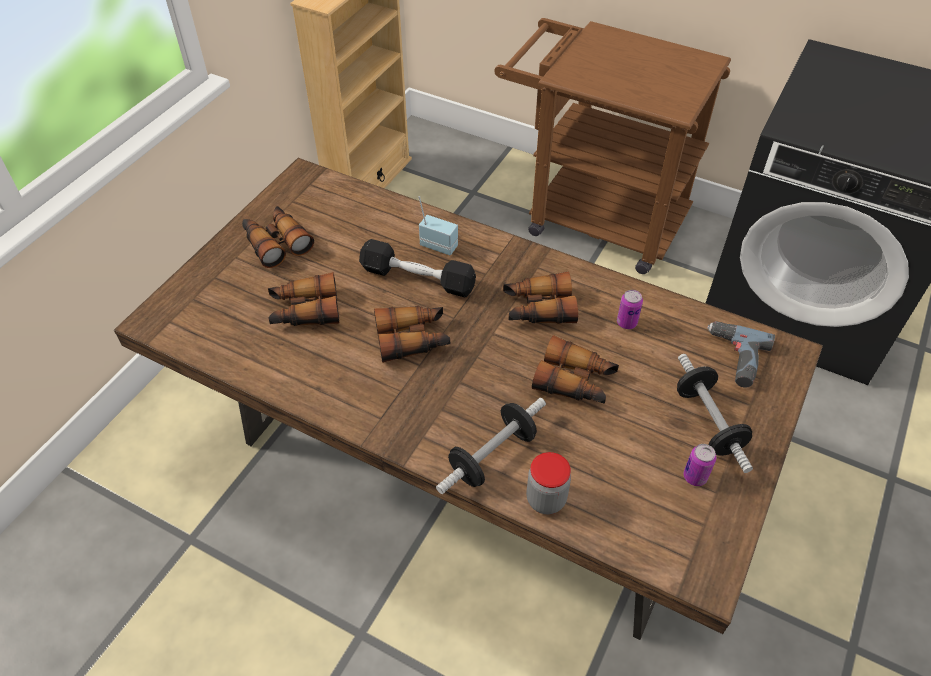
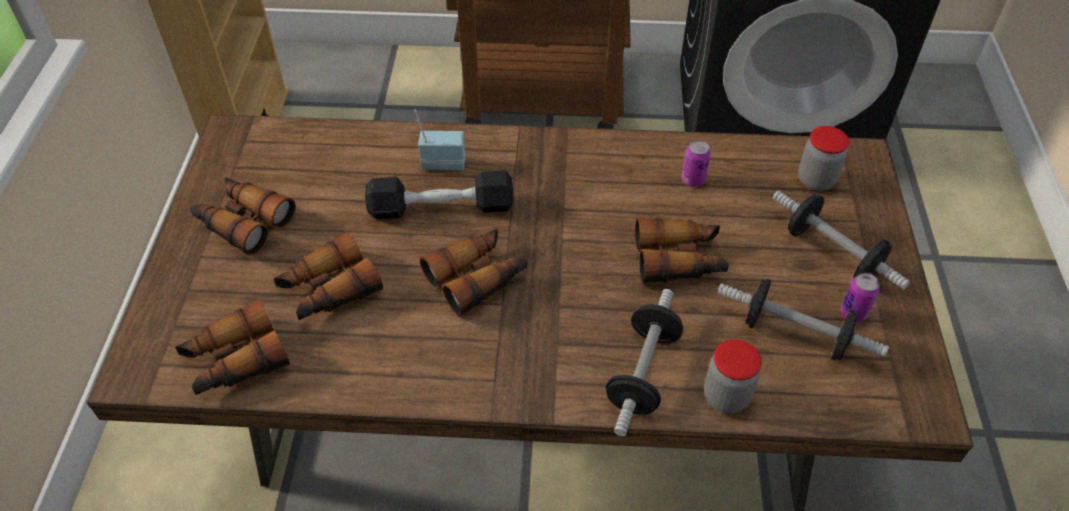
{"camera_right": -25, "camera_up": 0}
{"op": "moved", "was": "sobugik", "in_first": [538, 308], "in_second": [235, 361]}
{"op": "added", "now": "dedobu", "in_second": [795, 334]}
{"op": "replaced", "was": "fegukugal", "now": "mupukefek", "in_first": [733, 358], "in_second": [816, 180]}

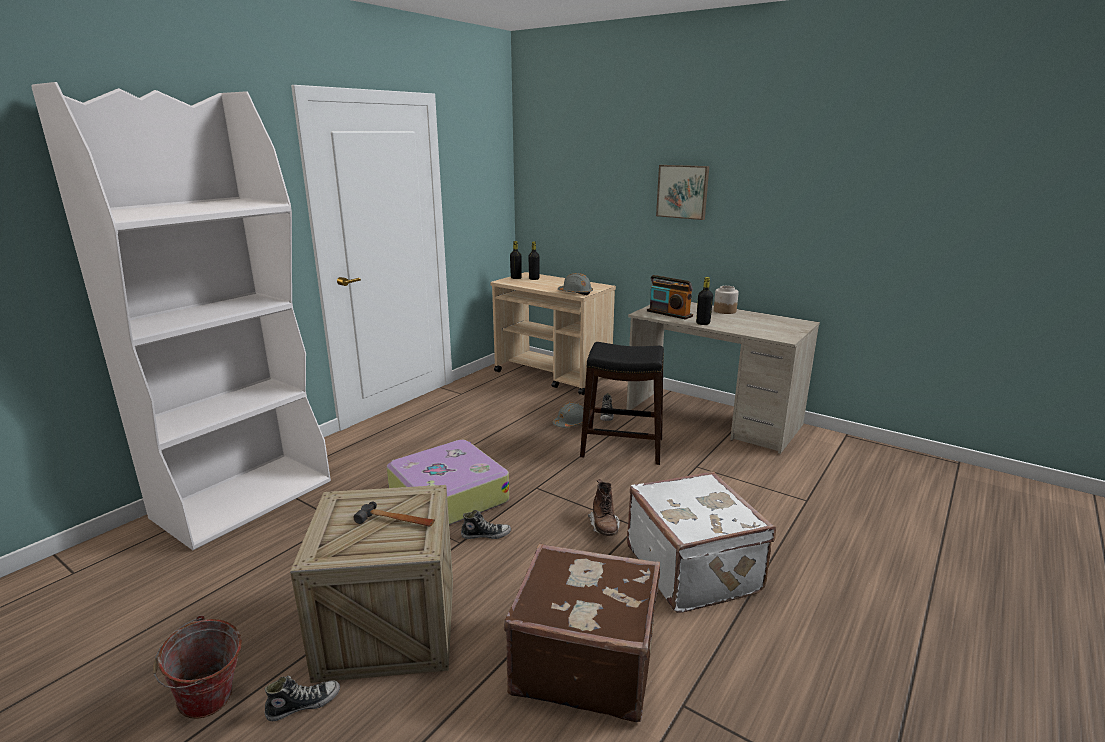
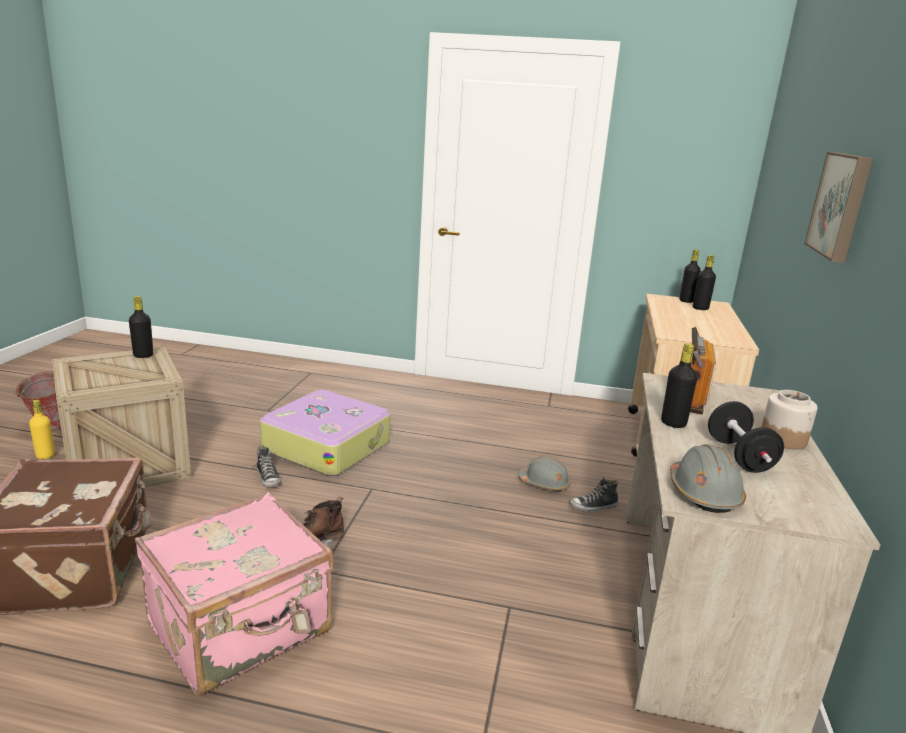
{"camera_right": 65, "camera_up": 0}
{"op": "replaced", "was": "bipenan", "now": "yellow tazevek", "in_first": [304, 704], "in_second": [45, 455]}
{"op": "added", "now": "black tazevek", "in_second": [143, 355]}
{"op": "recoloured", "was": "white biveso", "now": "pink biveso", "in_first": [694, 568], "in_second": [242, 629]}
{"op": "moved", "was": "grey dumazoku", "in_first": [575, 293], "in_second": [703, 493]}
{"op": "added", "now": "black dedobu", "in_second": [739, 456]}
{"op": "removed", "was": "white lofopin", "in_first": [245, 498]}
{"op": "removed", "was": "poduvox", "in_first": [396, 522]}
{"op": "removed", "was": "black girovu", "in_first": [622, 448]}

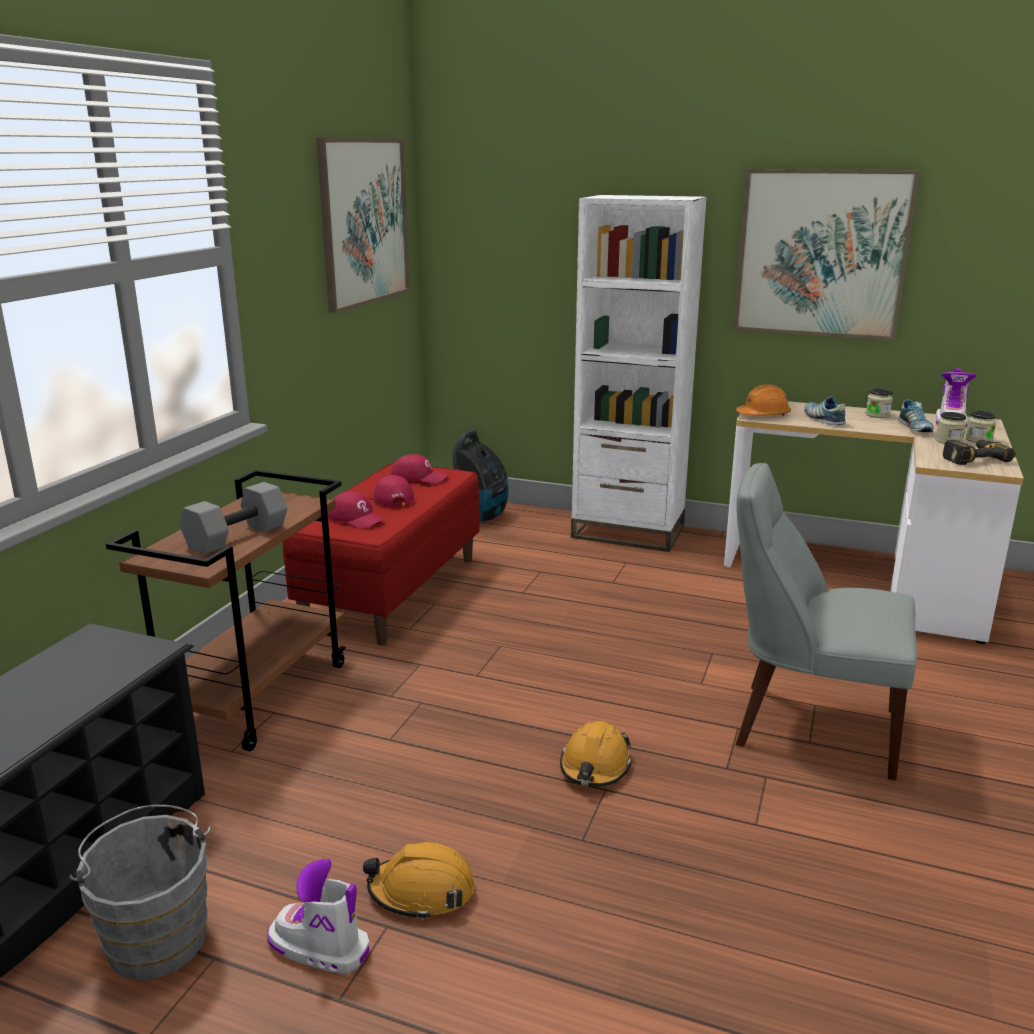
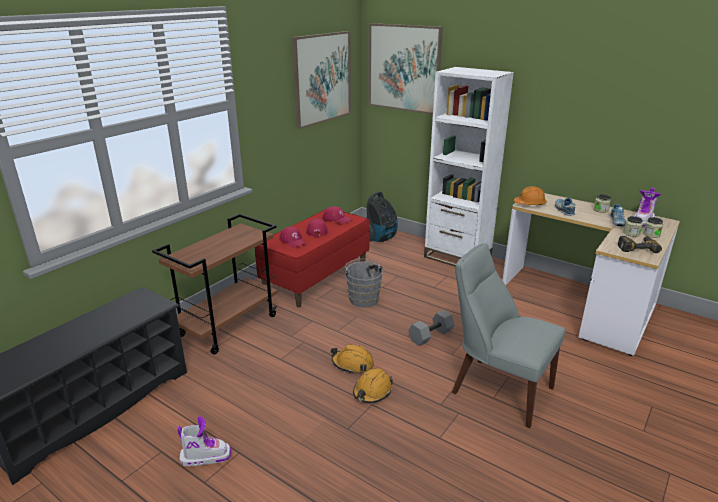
{"camera_right": 15, "camera_up": 5}
{"op": "turned", "was": "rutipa", "in_first": [319, 948], "in_second": [205, 456], "clockwise": 135}
{"op": "moved", "was": "orange dumazoku", "in_first": [422, 891], "in_second": [352, 364]}
{"op": "moved", "was": "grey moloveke", "in_first": [157, 935], "in_second": [363, 298]}
{"op": "moved", "was": "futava", "in_first": [821, 254], "in_second": [404, 68]}
{"op": "moved", "was": "grey dedobu", "in_first": [237, 536], "in_second": [431, 335]}

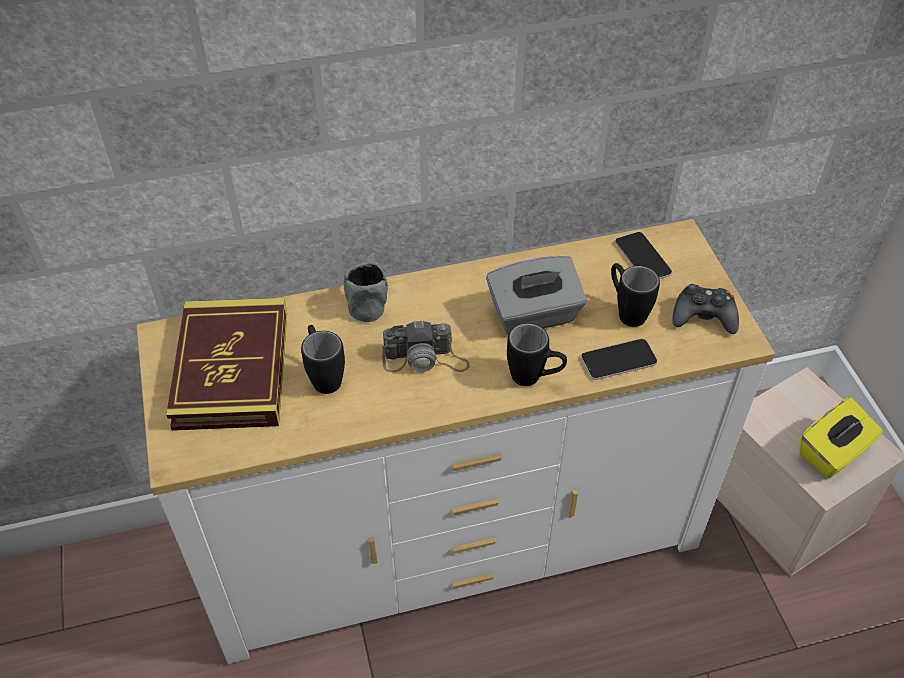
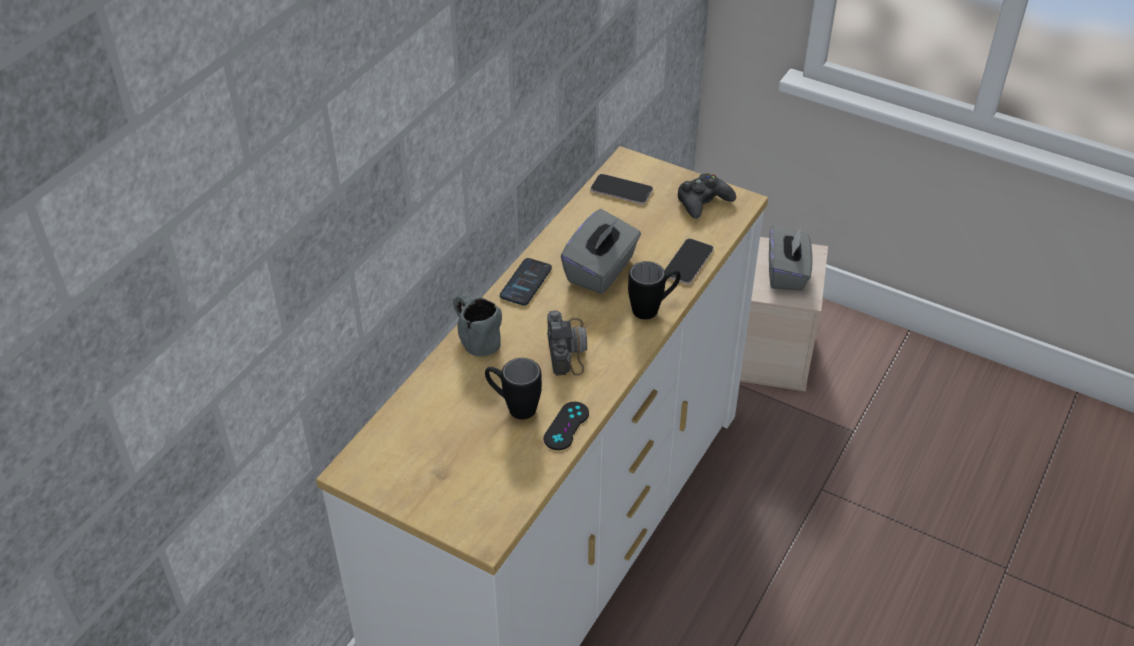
{"camera_right": -45, "camera_up": -5}
{"op": "added", "now": "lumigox", "in_second": [526, 282]}
{"op": "added", "now": "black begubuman", "in_second": [566, 426]}
{"op": "turned", "was": "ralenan", "in_first": [425, 359], "in_second": [568, 347], "clockwise": -45}
{"op": "recoloured", "was": "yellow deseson", "now": "grey deseson", "in_first": [833, 453], "in_second": [787, 273]}
{"op": "removed", "was": "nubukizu", "in_first": [232, 369]}
{"op": "removed", "was": "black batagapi", "in_first": [626, 311]}

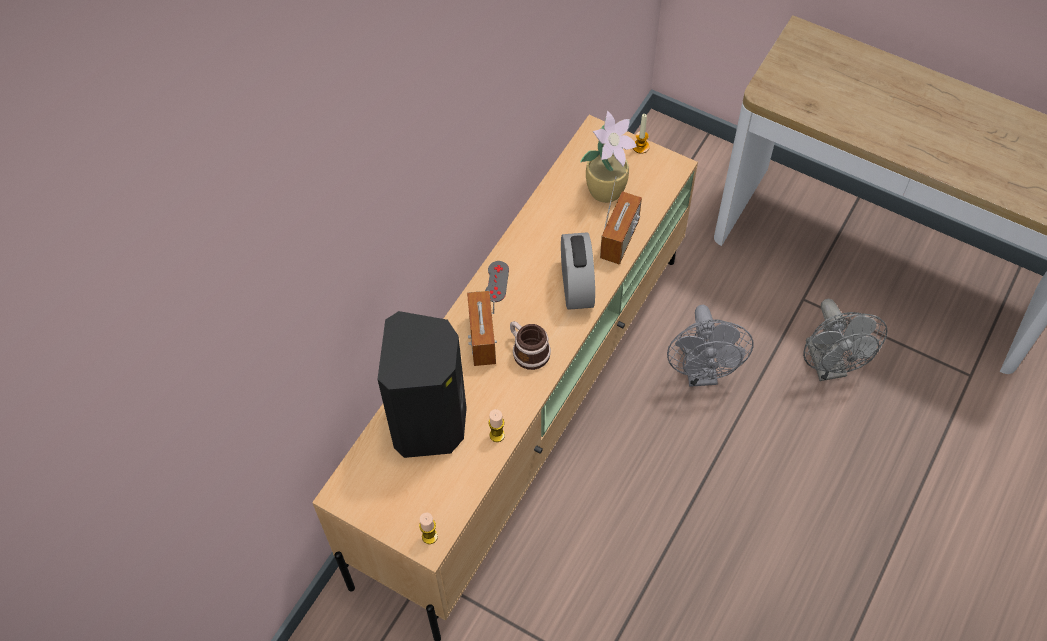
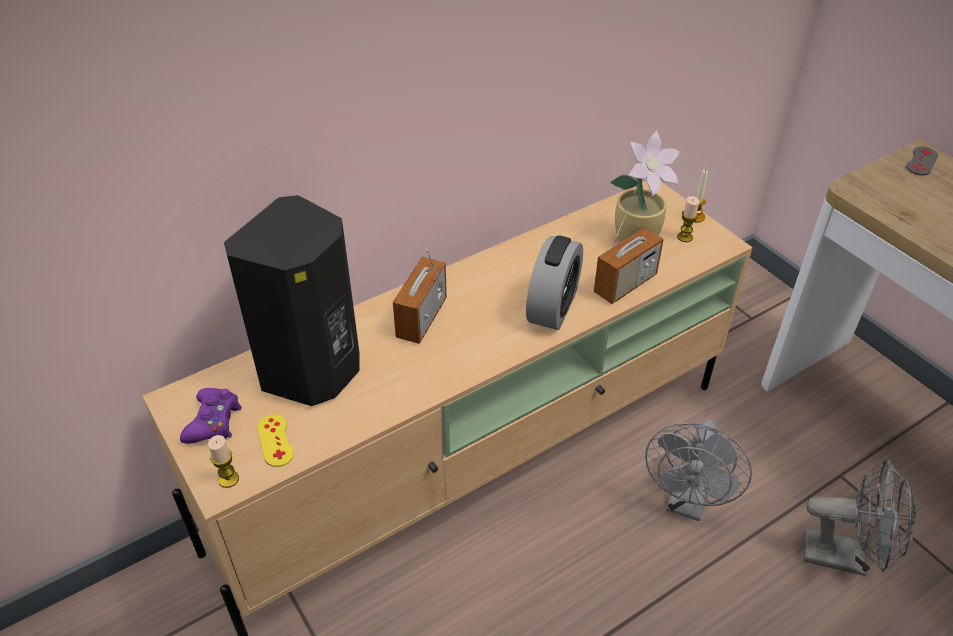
{"camera_right": 25, "camera_up": -15}
{"op": "added", "now": "purple begubuman", "in_second": [213, 422]}
{"op": "added", "now": "yellow begubuman", "in_second": [275, 440]}
{"op": "moved", "was": "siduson", "in_first": [497, 435], "in_second": [685, 237]}
{"op": "turned", "was": "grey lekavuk", "in_first": [829, 366], "in_second": [844, 556], "clockwise": -90}
{"op": "moved", "was": "grey begubuman", "in_first": [496, 281], "in_second": [921, 161]}
{"op": "removed", "was": "batagapi", "in_first": [527, 350]}

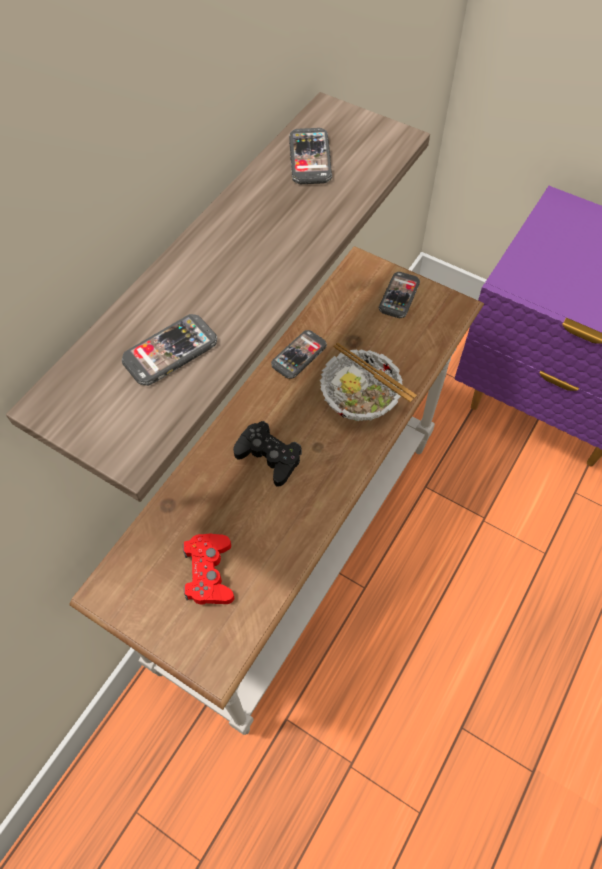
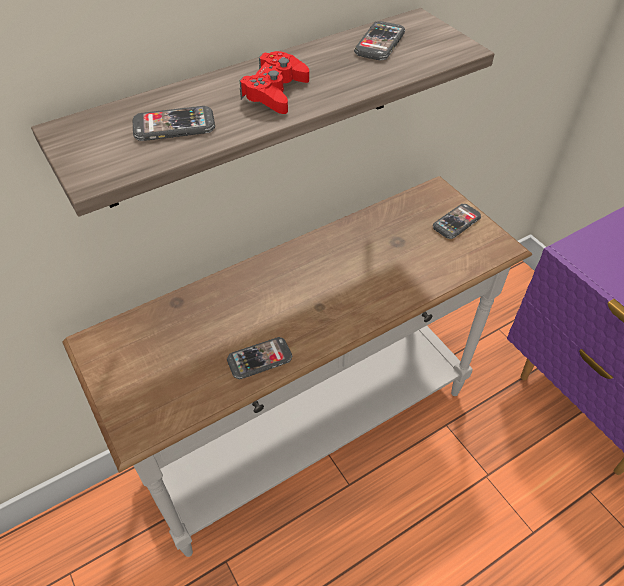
{"camera_right": 25, "camera_up": -10}
{"op": "moved", "was": "lumigox", "in_first": [299, 355], "in_second": [259, 359]}
{"op": "moved", "was": "red begubuman", "in_first": [209, 573], "in_second": [275, 92]}
{"op": "removed", "was": "black begubuman", "in_first": [269, 457]}
{"op": "removed", "was": "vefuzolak", "in_first": [360, 400]}

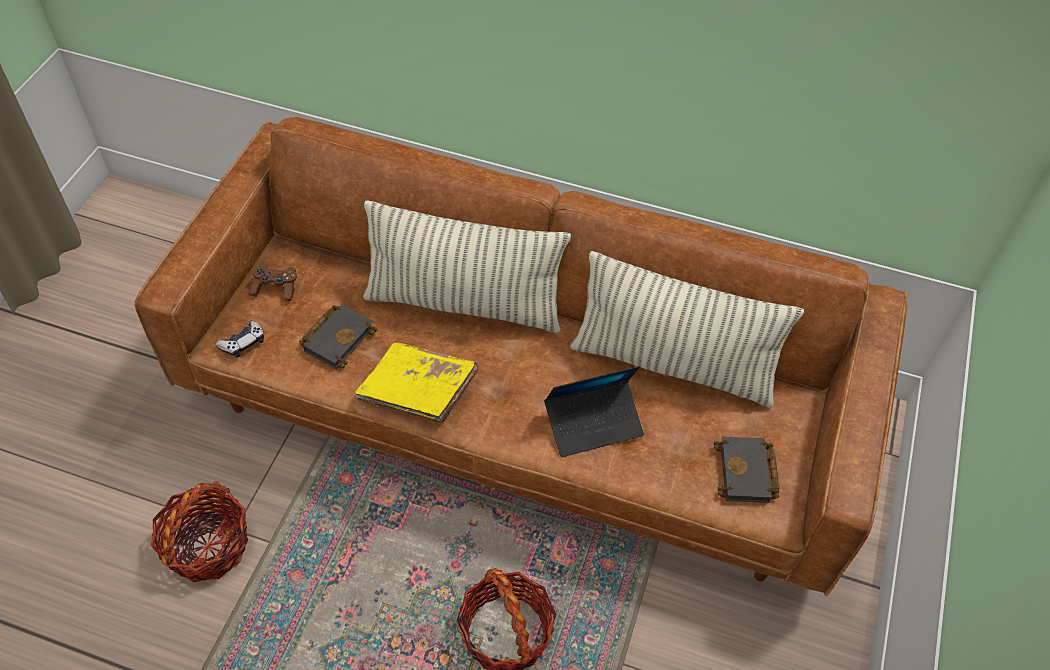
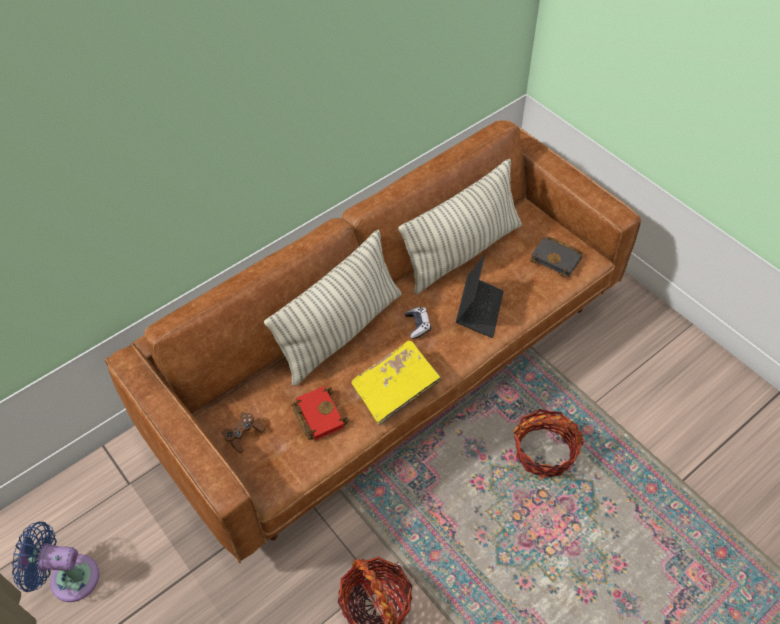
{"camera_right": -55, "camera_up": 0}
{"op": "added", "now": "blue lekavuk", "in_second": [69, 577]}
{"op": "recoloured", "was": "black nubukizu", "now": "red nubukizu", "in_first": [338, 337], "in_second": [317, 415]}
{"op": "moved", "was": "begubuman", "in_first": [243, 343], "in_second": [418, 325]}

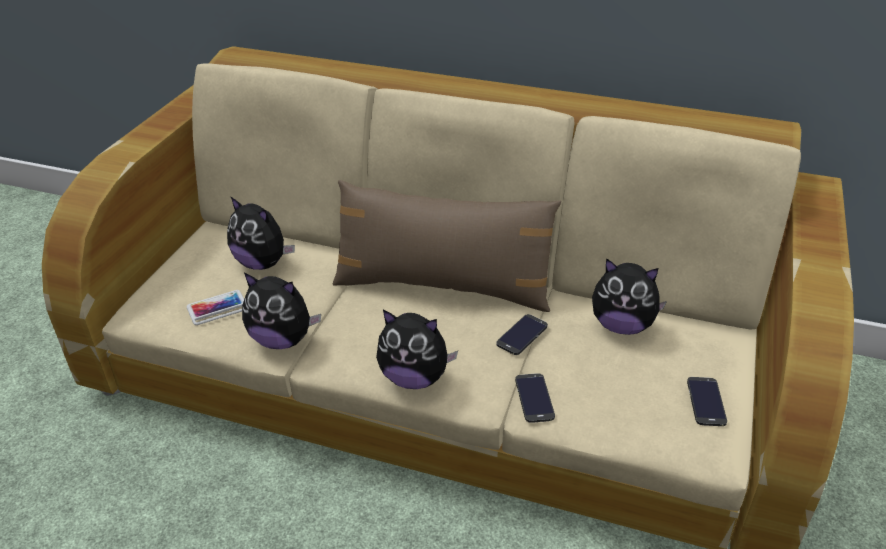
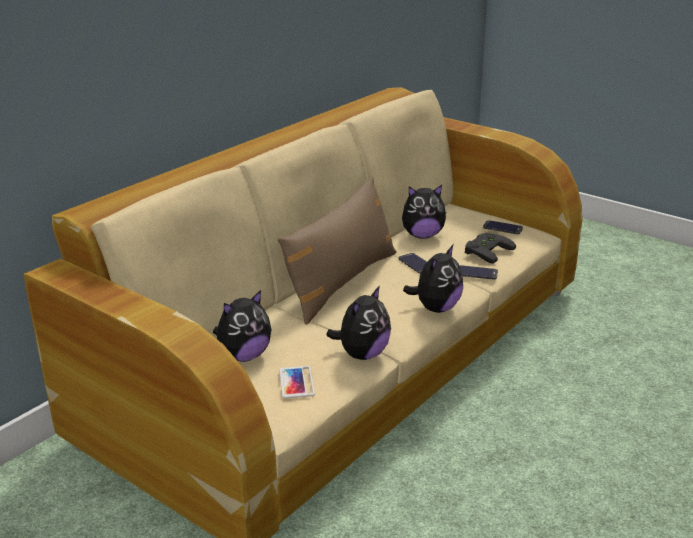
{"camera_right": -70, "camera_up": -10}
{"op": "turned", "was": "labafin", "in_first": [622, 325], "in_second": [422, 235], "clockwise": 45}
{"op": "added", "now": "black begubuman", "in_second": [486, 250]}

